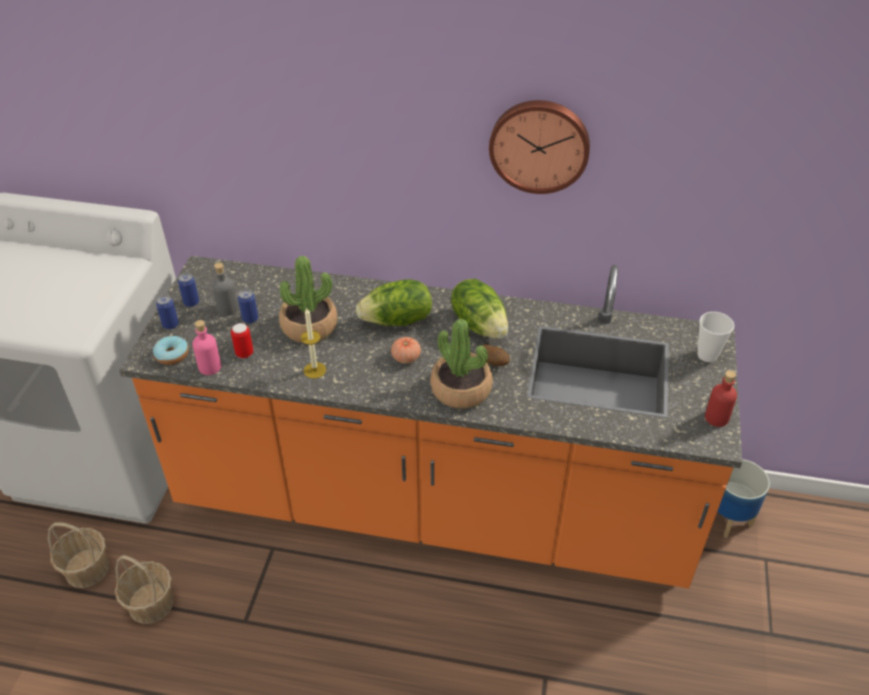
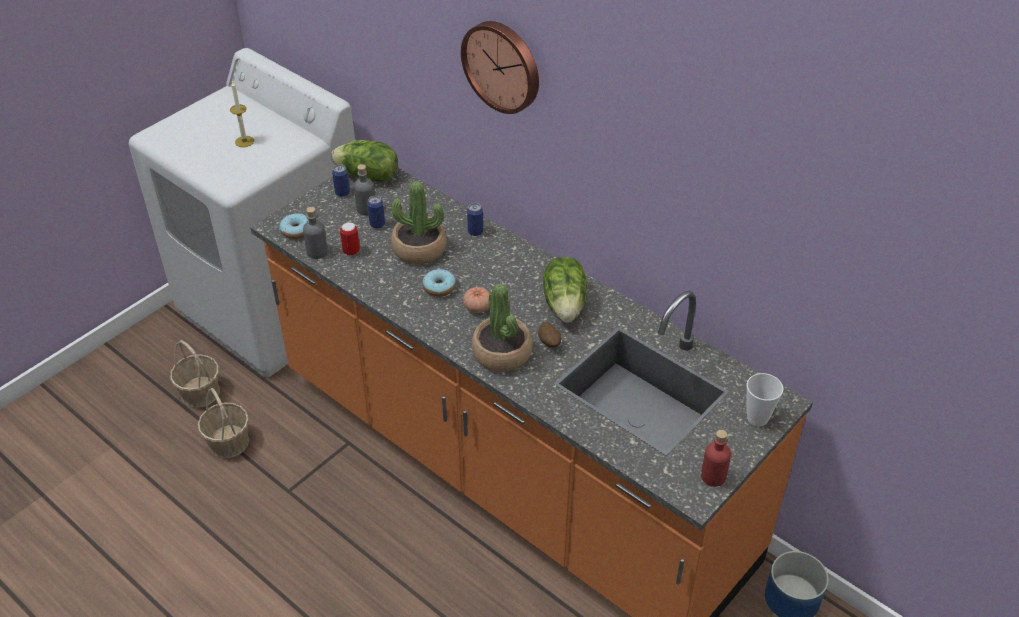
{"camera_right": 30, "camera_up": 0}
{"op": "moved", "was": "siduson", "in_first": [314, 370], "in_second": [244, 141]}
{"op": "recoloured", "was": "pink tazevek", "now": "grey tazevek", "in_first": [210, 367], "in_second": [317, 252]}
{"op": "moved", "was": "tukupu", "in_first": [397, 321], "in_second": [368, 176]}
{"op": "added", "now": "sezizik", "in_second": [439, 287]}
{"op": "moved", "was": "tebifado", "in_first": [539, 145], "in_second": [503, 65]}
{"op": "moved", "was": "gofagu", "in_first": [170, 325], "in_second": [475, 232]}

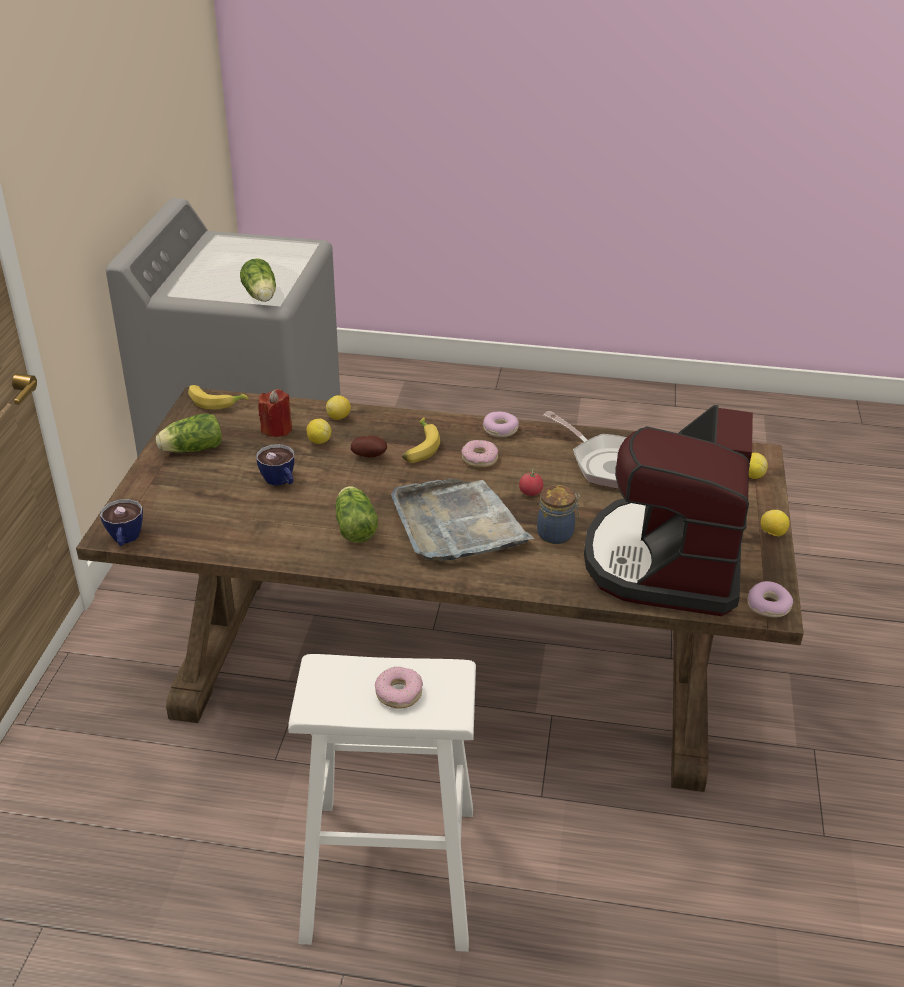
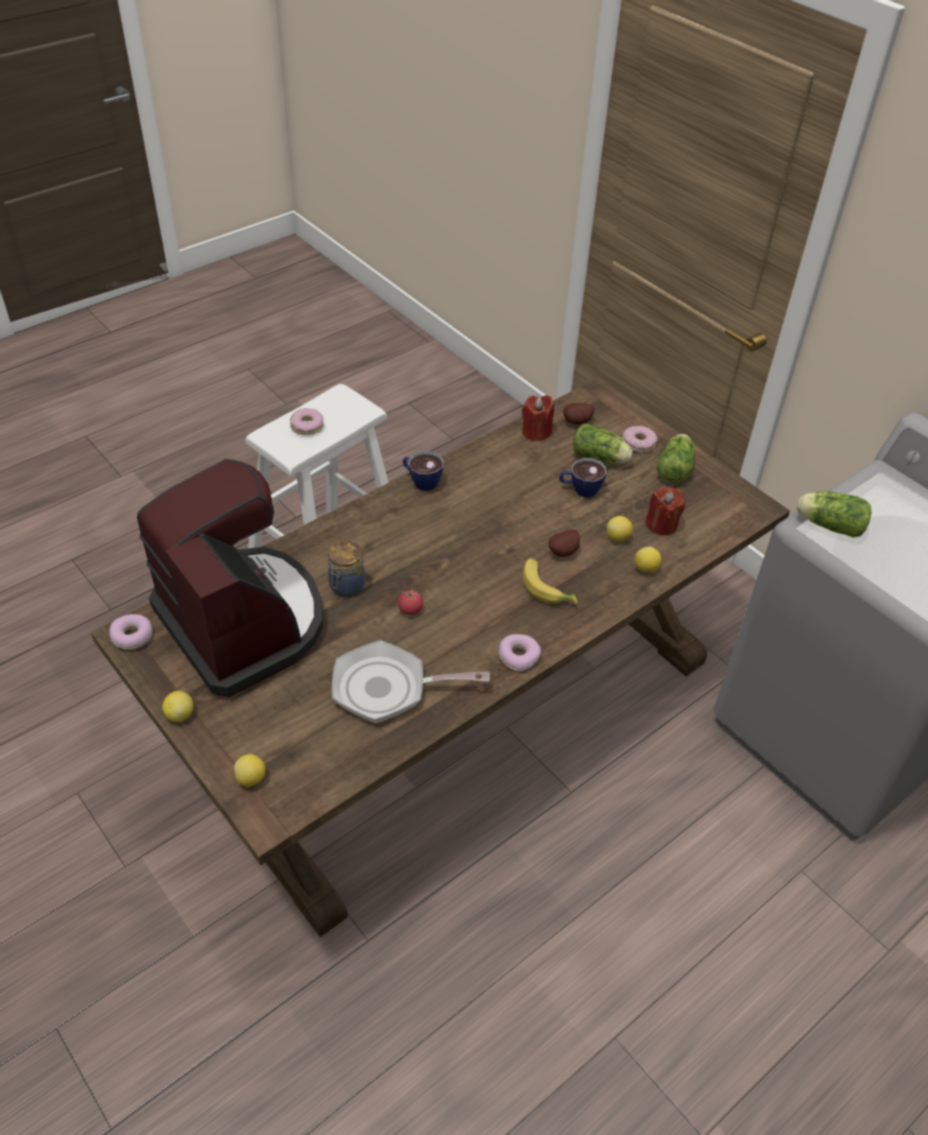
{"camera_right": 130, "camera_up": 10}
{"op": "moved", "was": "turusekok", "in_first": [125, 540], "in_second": [421, 481]}
{"op": "added", "now": "red siduson", "in_second": [536, 432]}
{"op": "added", "now": "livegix", "in_second": [578, 423]}
{"op": "moved", "was": "tukupu", "in_first": [355, 526], "in_second": [601, 458]}
{"op": "moved", "was": "sezizik", "in_first": [480, 459], "in_second": [638, 443]}
{"op": "removed", "was": "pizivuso", "in_first": [216, 401]}
{"op": "removed", "was": "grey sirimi", "in_first": [457, 524]}

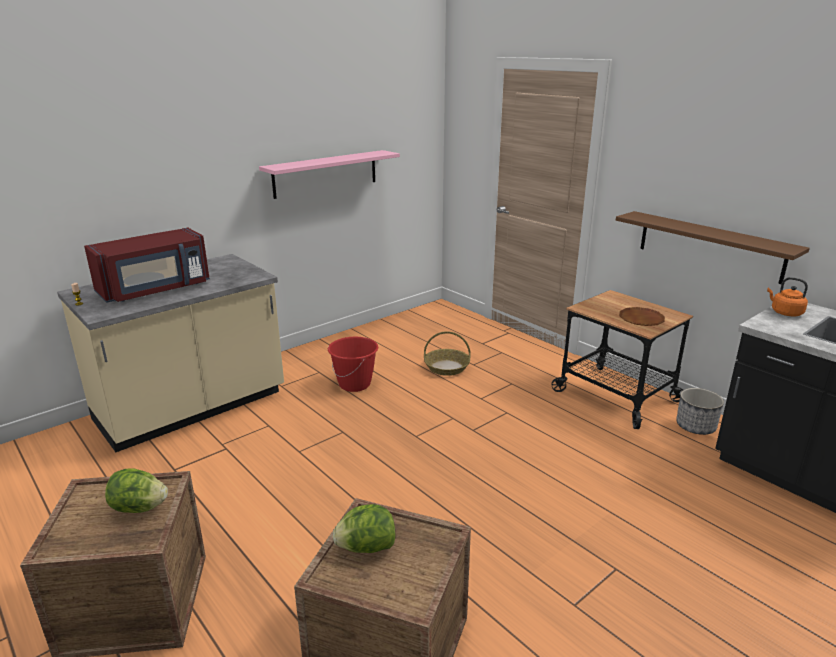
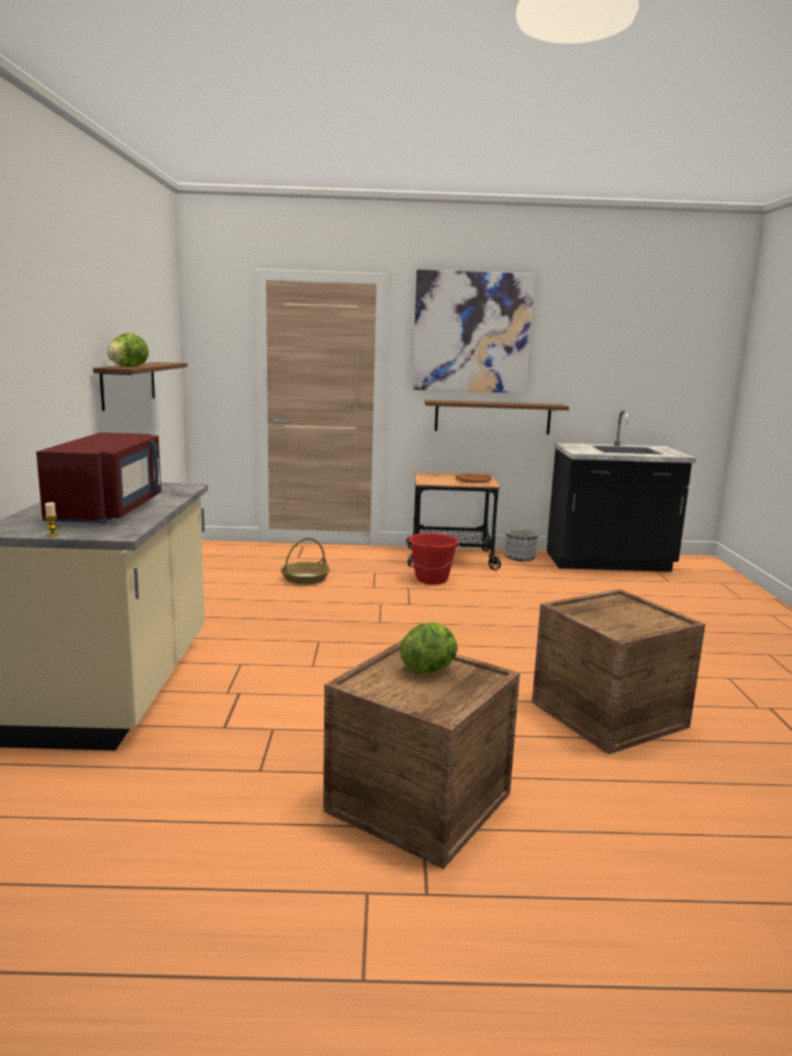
{"camera_right": -50, "camera_up": -10}
{"op": "recoloured", "was": "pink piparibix", "now": "brown piparibix", "in_first": [326, 173], "in_second": [129, 384]}
{"op": "moved", "was": "tukupu", "in_first": [366, 547], "in_second": [128, 366]}
{"op": "moved", "was": "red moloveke", "in_first": [355, 384], "in_second": [431, 579]}
{"op": "added", "now": "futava", "in_second": [472, 332]}
{"op": "removed", "was": "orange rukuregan", "in_first": [784, 312]}

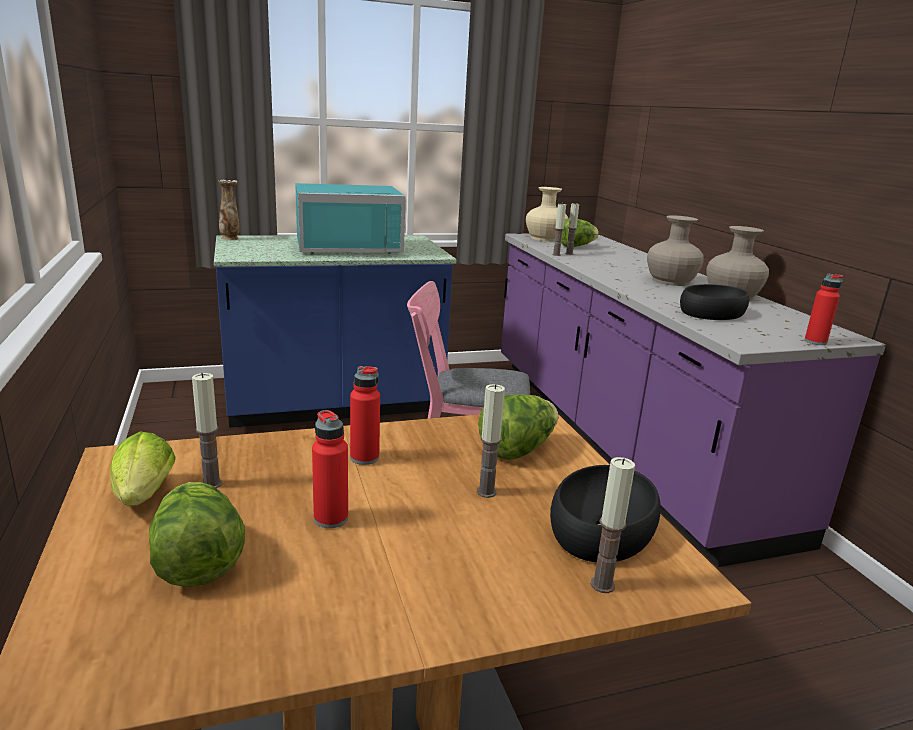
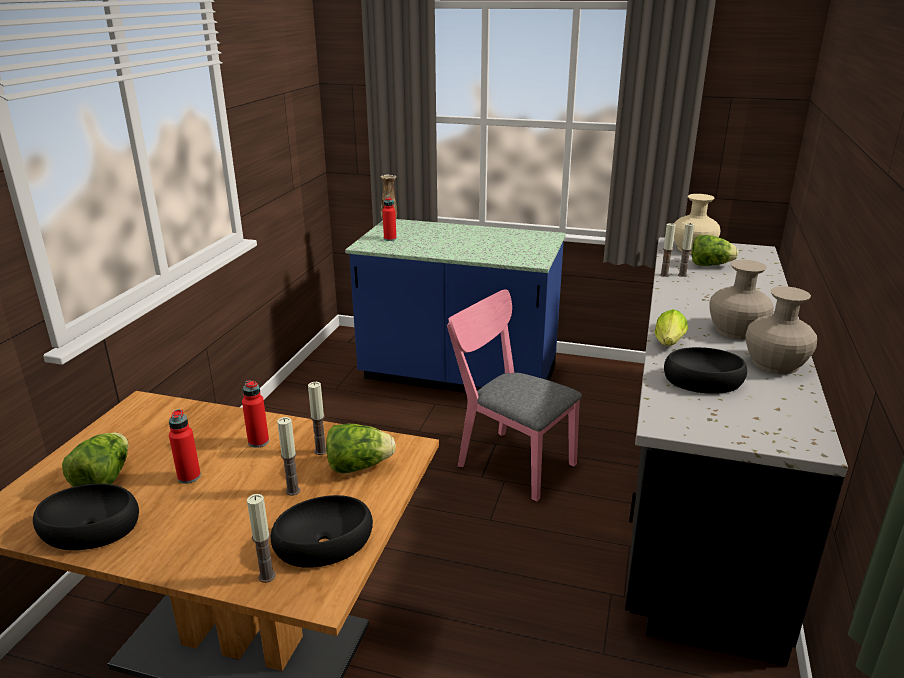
{"camera_right": 35, "camera_up": 5}
{"op": "added", "now": "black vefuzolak", "in_second": [91, 527]}
{"op": "moved", "was": "siduson", "in_first": [211, 484], "in_second": [321, 451]}
{"op": "moved", "was": "red tazevek", "in_first": [815, 342], "in_second": [390, 239]}
{"op": "recoloured", "was": "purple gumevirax", "now": "black gumevirax", "in_first": [619, 437], "in_second": [695, 478]}
{"op": "moved", "was": "tukupu", "in_first": [143, 499], "in_second": [668, 345]}
{"op": "removed", "was": "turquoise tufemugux", "in_first": [348, 246]}

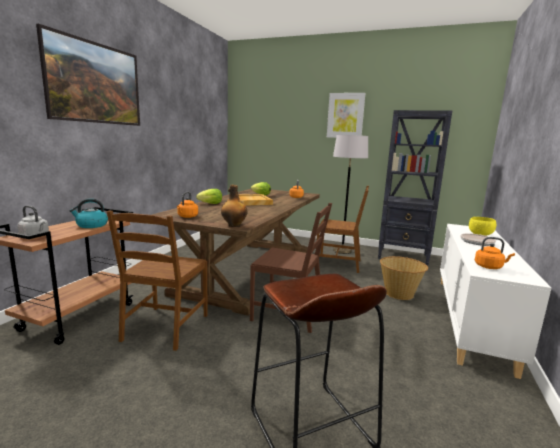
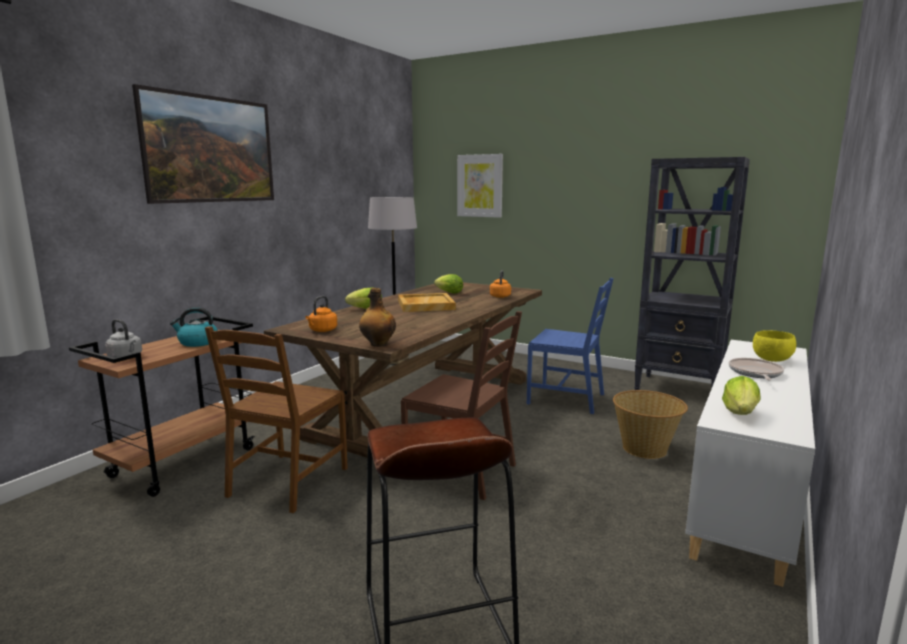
{"camera_right": 10, "camera_up": 0}
{"op": "moved", "was": "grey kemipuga", "in_first": [342, 251], "in_second": [396, 360]}
{"op": "moved", "was": "futava", "in_first": [345, 115], "in_second": [480, 186]}
{"op": "recoloured", "was": "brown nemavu", "now": "blue nemavu", "in_first": [339, 263], "in_second": [567, 398]}
{"op": "replaced", "was": "orange rukuregan", "now": "tukupu", "in_first": [489, 267], "in_second": [740, 413]}

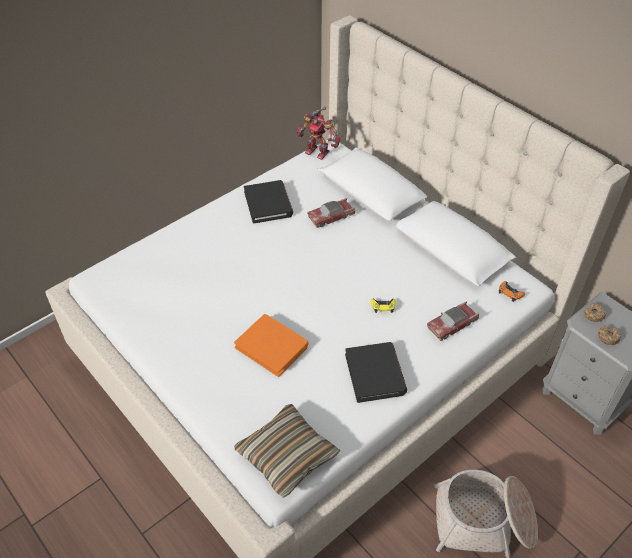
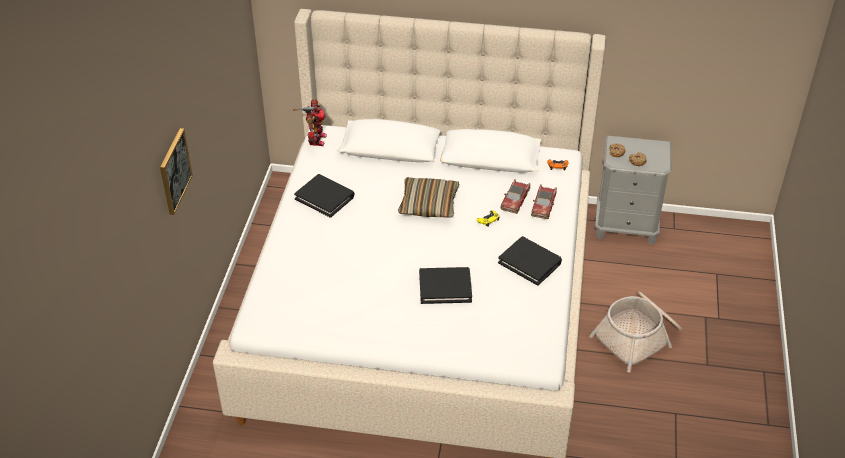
{"camera_right": -40, "camera_up": -5}
{"op": "added", "now": "futava", "in_second": [174, 171]}
{"op": "turned", "was": "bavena", "in_first": [318, 151], "in_second": [316, 139], "clockwise": -75}
{"op": "moved", "was": "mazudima", "in_first": [287, 455], "in_second": [428, 204]}
{"op": "recoloured", "was": "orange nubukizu", "now": "black nubukizu", "in_first": [272, 346], "in_second": [445, 287]}
{"op": "moved", "was": "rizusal", "in_first": [331, 216], "in_second": [515, 200]}

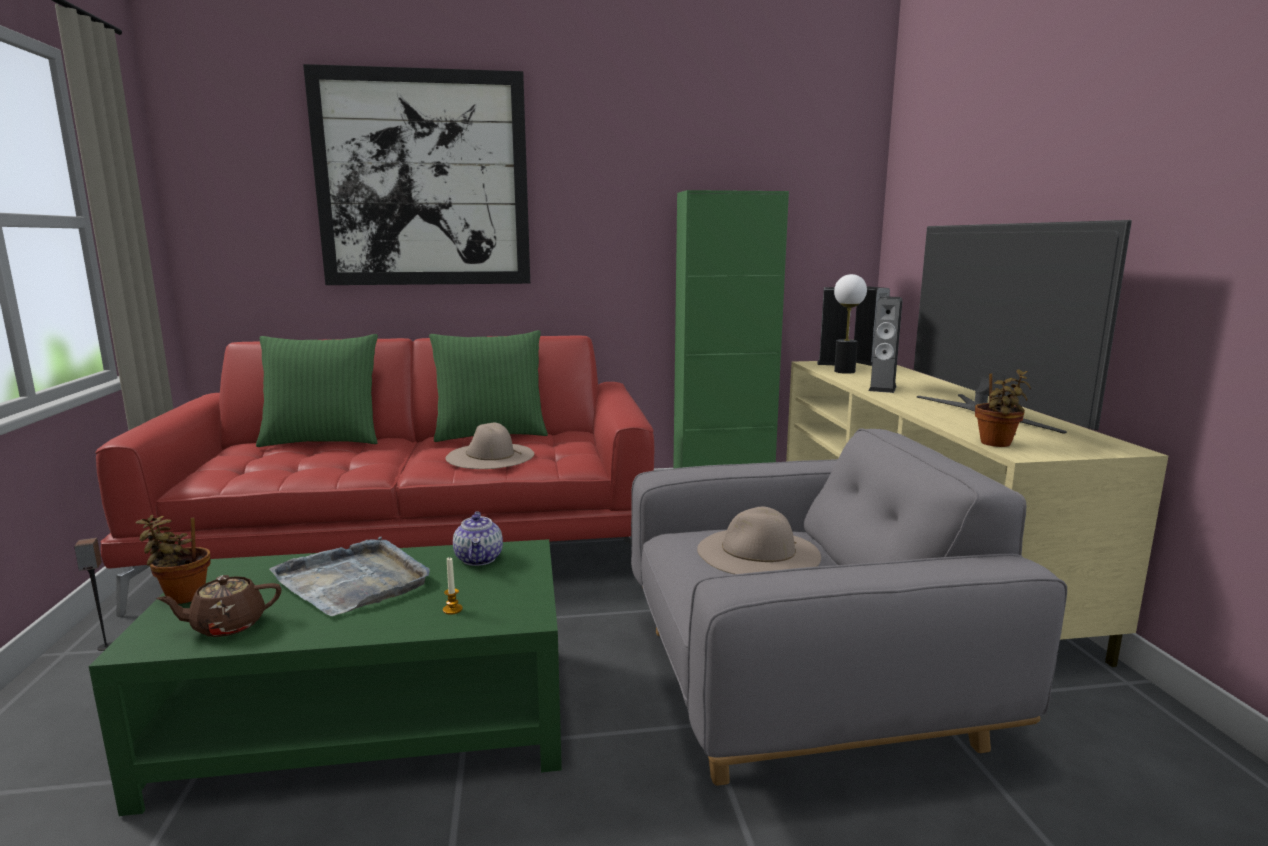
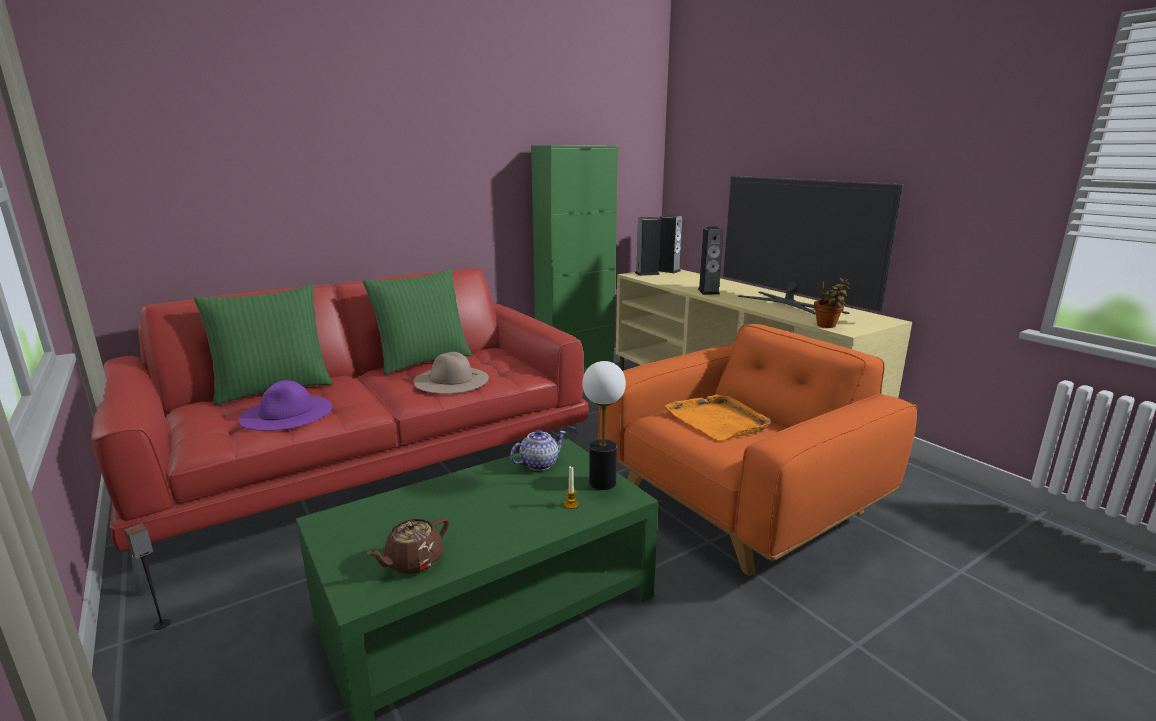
{"camera_right": -25, "camera_up": 5}
{"op": "added", "now": "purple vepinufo", "in_second": [286, 413]}
{"op": "turned", "was": "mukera", "in_first": [479, 559], "in_second": [539, 464], "clockwise": -90}
{"op": "moved", "was": "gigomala", "in_first": [845, 371], "in_second": [603, 483]}
{"op": "recoloured", "was": "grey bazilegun", "now": "orange bazilegun", "in_first": [799, 684], "in_second": [739, 501]}
{"op": "replaced", "was": "beige vepinufo", "now": "orange sirimi", "in_first": [758, 552], "in_second": [718, 420]}
{"op": "removed", "was": "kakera", "in_first": [182, 596]}
{"op": "removed", "was": "grey sirimi", "in_first": [354, 581]}
{"op": "removed", "was": "futava", "in_first": [423, 180]}

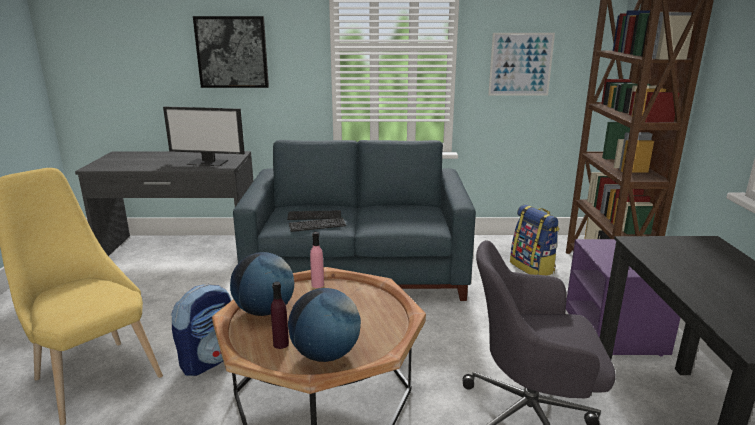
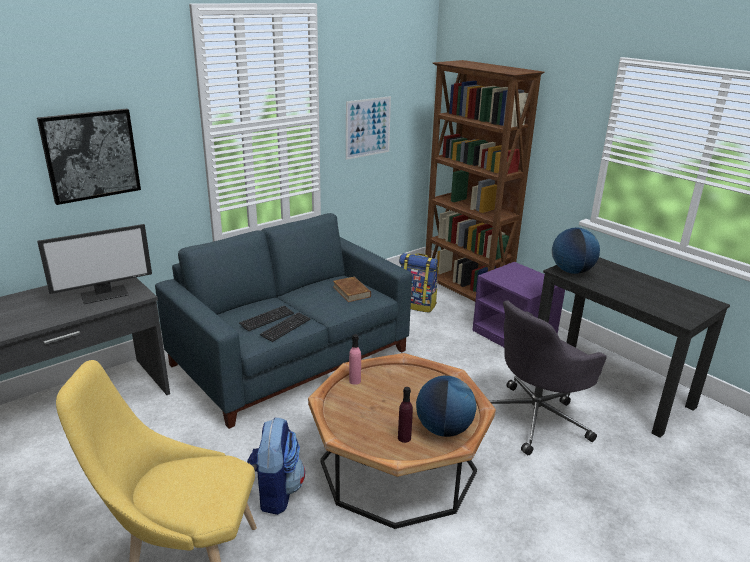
{"camera_right": -40, "camera_up": 5}
{"op": "added", "now": "brown nubukizu", "in_second": [351, 291]}
{"op": "moved", "was": "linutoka", "in_first": [264, 311], "in_second": [571, 271]}

